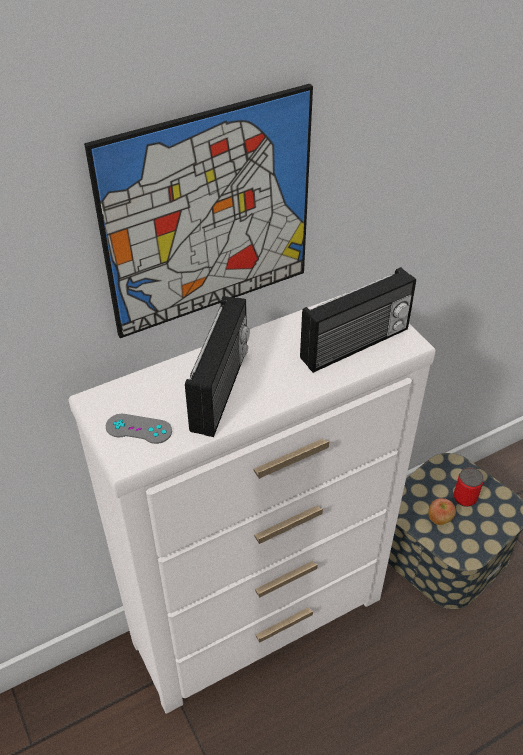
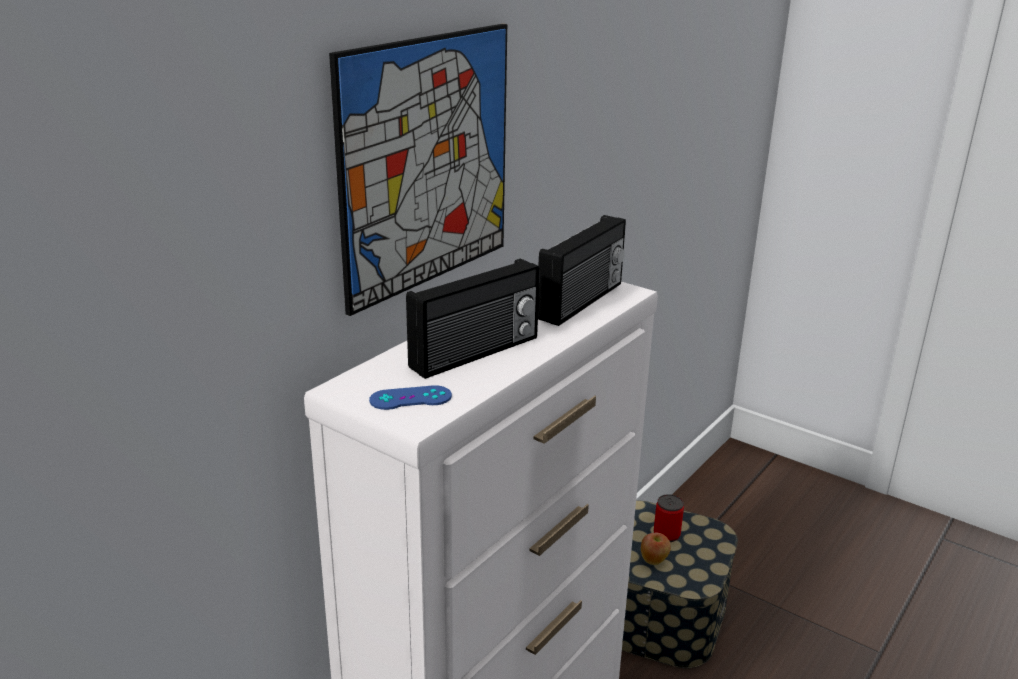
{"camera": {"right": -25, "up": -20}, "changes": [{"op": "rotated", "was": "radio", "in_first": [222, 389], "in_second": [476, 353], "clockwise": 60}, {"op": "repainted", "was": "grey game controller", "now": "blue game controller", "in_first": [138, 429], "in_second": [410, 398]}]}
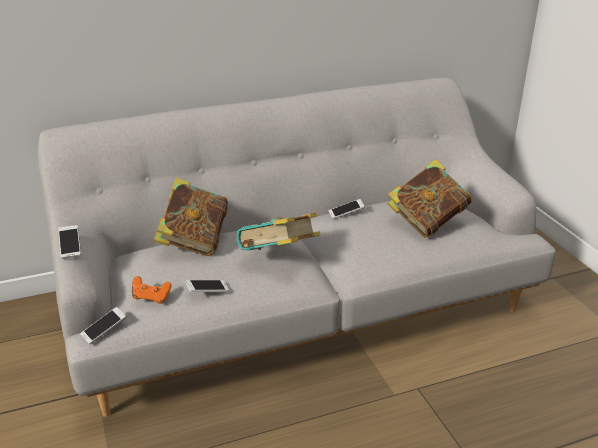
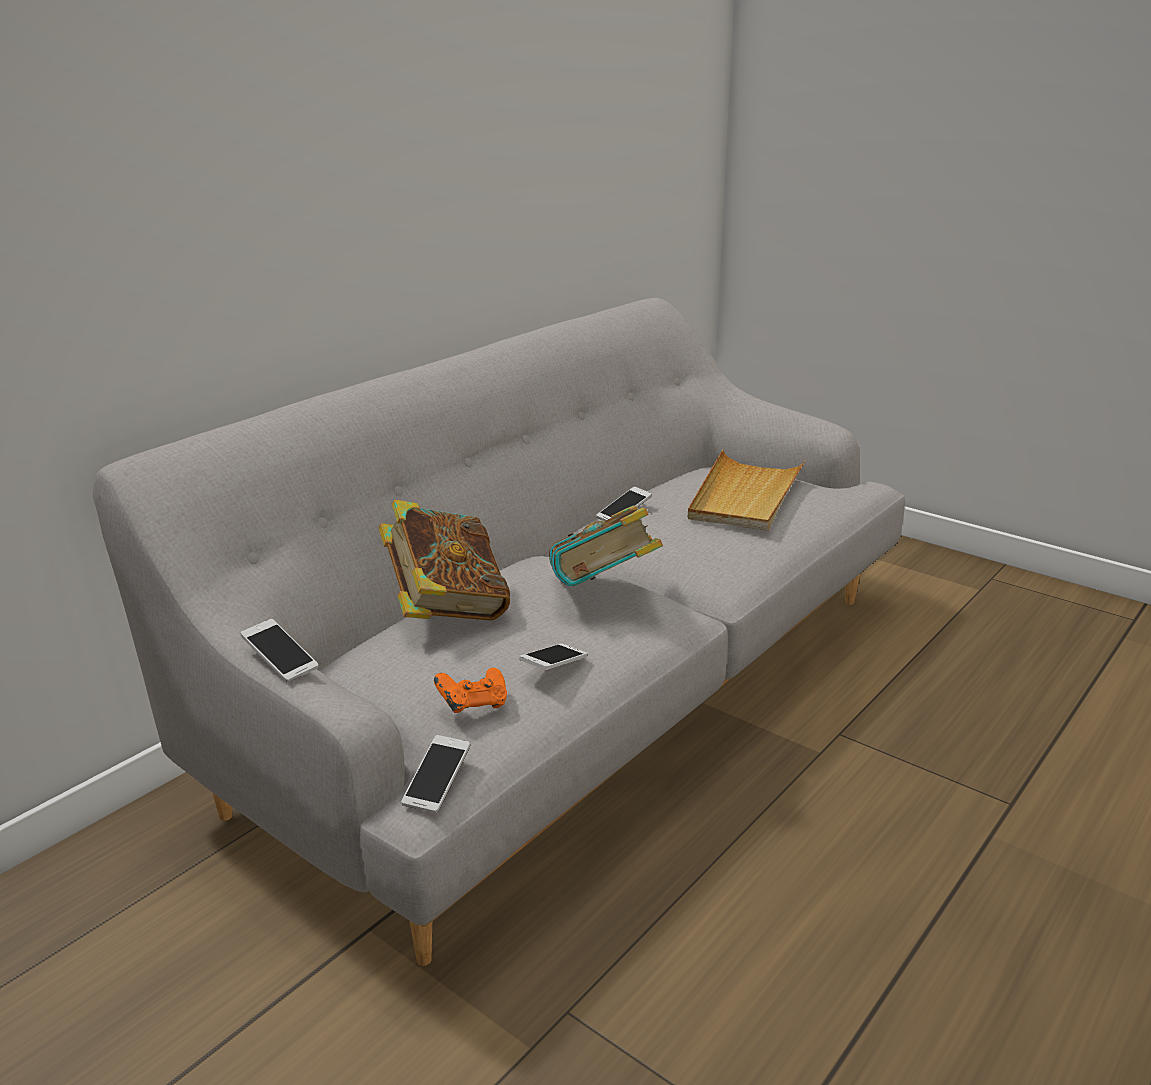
{"camera": {"right": -30, "up": -5}, "changes": [{"op": "swapped", "was": "book", "now": "beige tray", "in_first": [427, 222], "in_second": [745, 496]}]}
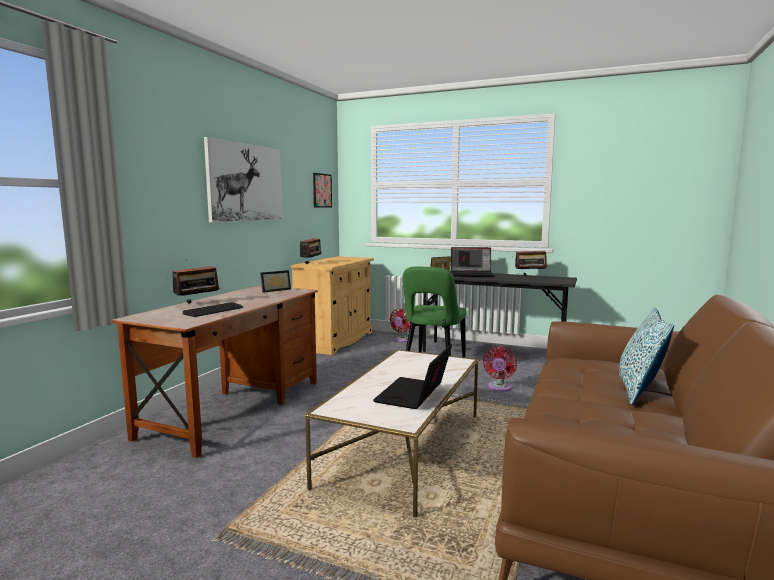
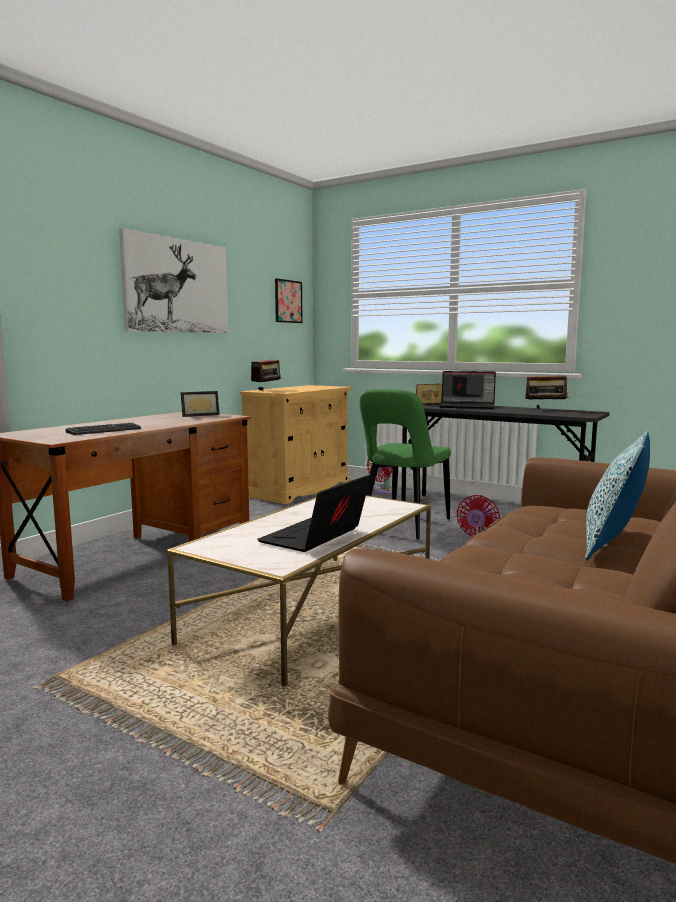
{"camera": {"right": 10, "up": 0}, "changes": [{"op": "gone", "was": "radio", "in_first": [198, 303]}]}
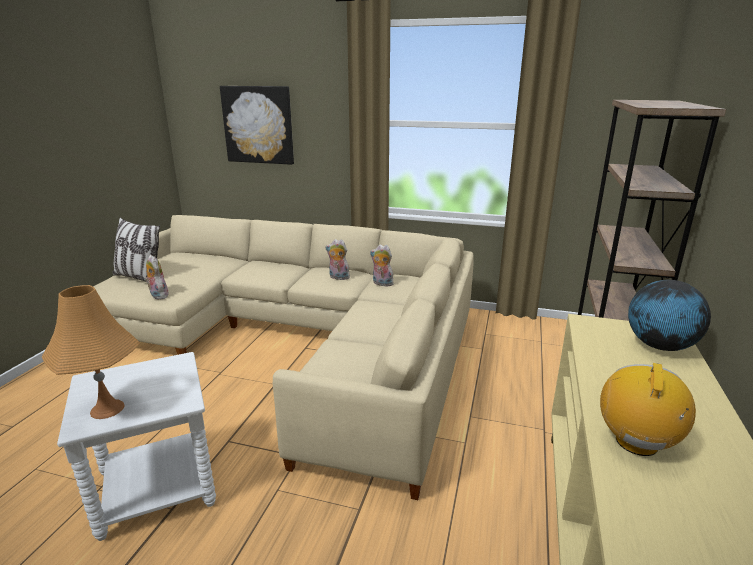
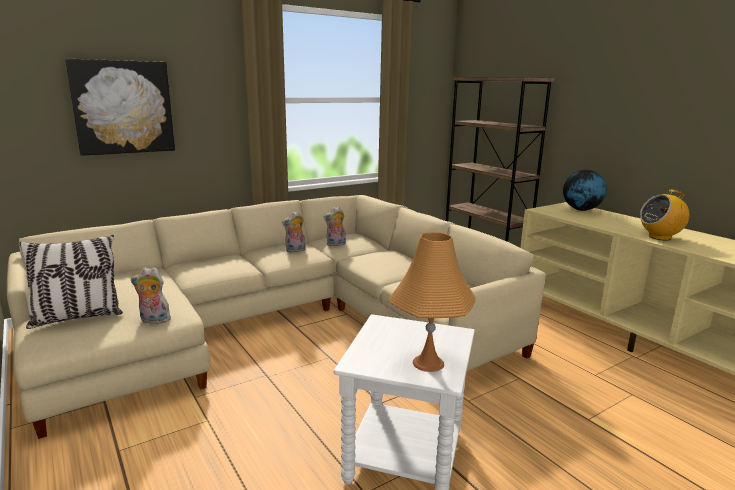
{"camera": {"right": -50, "up": -5}, "changes": [{"op": "rotated", "was": "radio", "in_first": [636, 443], "in_second": [660, 237], "clockwise": -75}]}
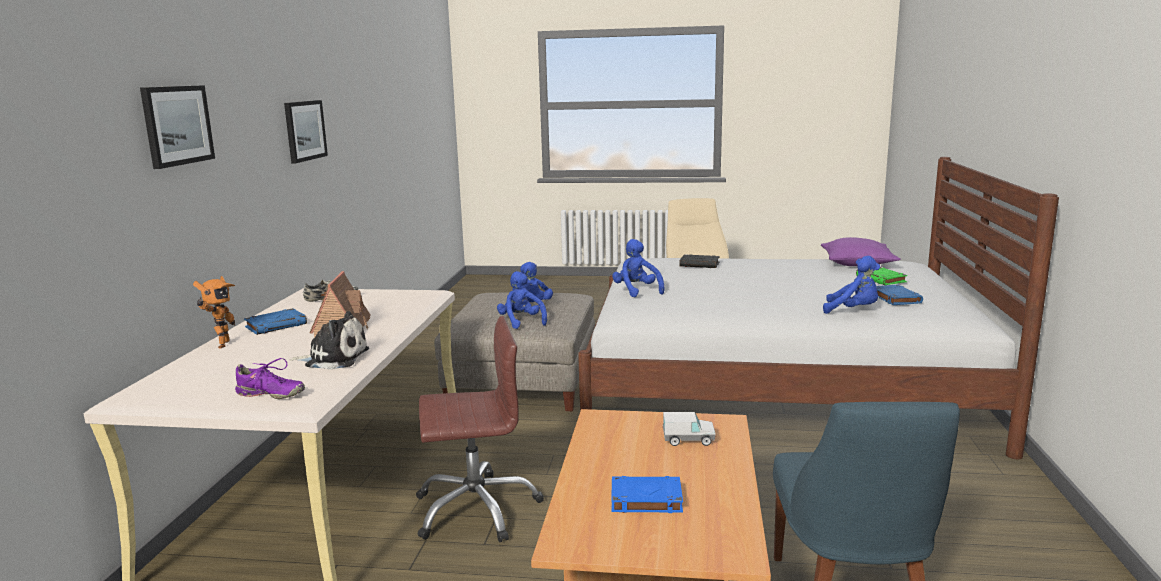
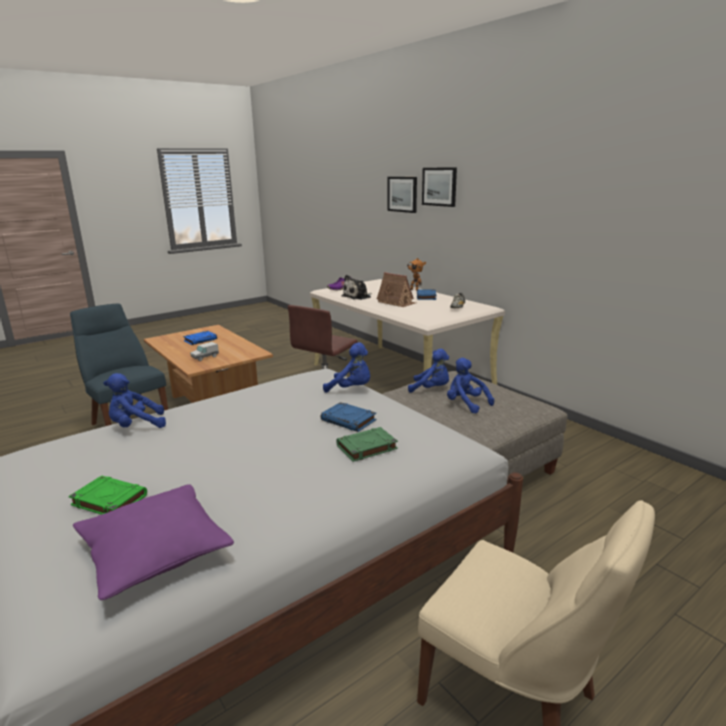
{"camera": {"right": 135, "up": 5}, "changes": [{"op": "shifted", "was": "picture", "in_first": [304, 130], "in_second": [402, 194]}, {"op": "repainted", "was": "black book", "now": "green book", "in_first": [700, 264], "in_second": [366, 448]}, {"op": "shifted", "was": "blue book", "in_first": [895, 298], "in_second": [349, 420]}]}
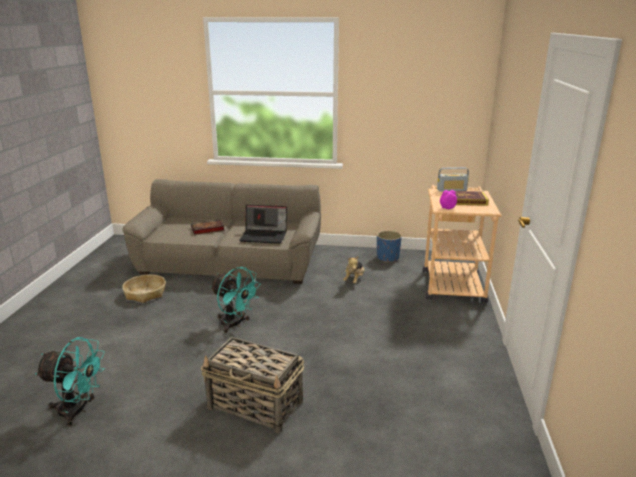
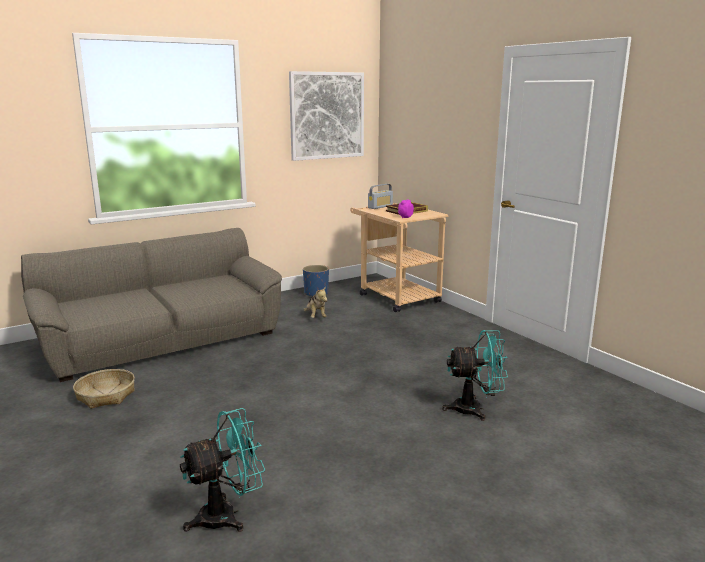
{"camera": {"right": -40, "up": -5}, "changes": [{"op": "gone", "was": "laptop", "in_first": [264, 236]}, {"op": "gone", "was": "book", "in_first": [207, 229]}, {"op": "shifted", "was": "turquoise fan", "in_first": [235, 324], "in_second": [475, 409]}, {"op": "gone", "was": "basket", "in_first": [256, 405]}, {"op": "new", "now": "picture", "in_second": [327, 115]}]}
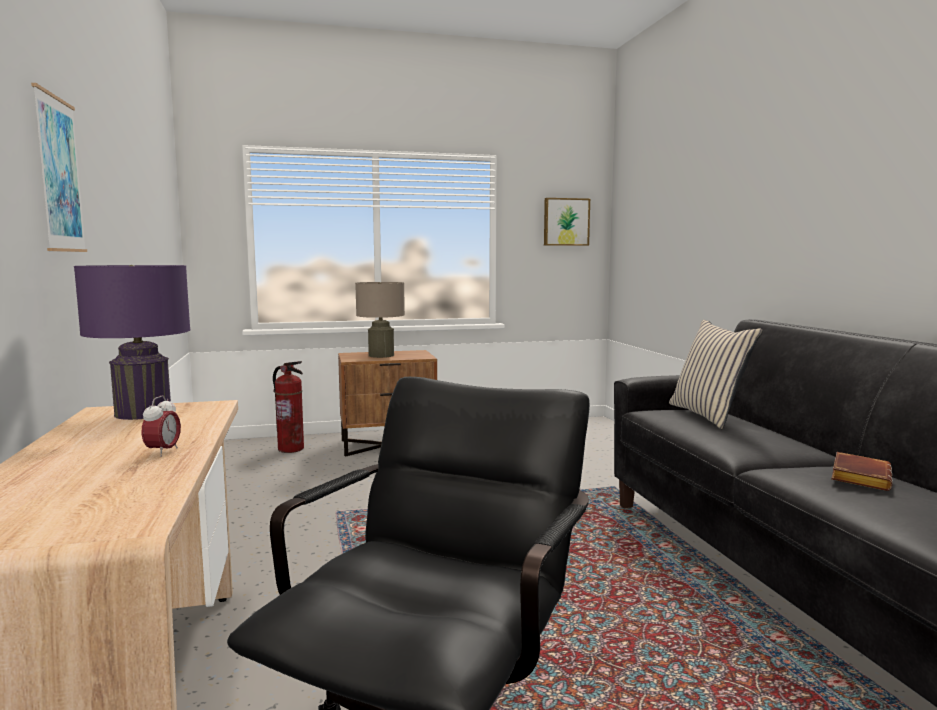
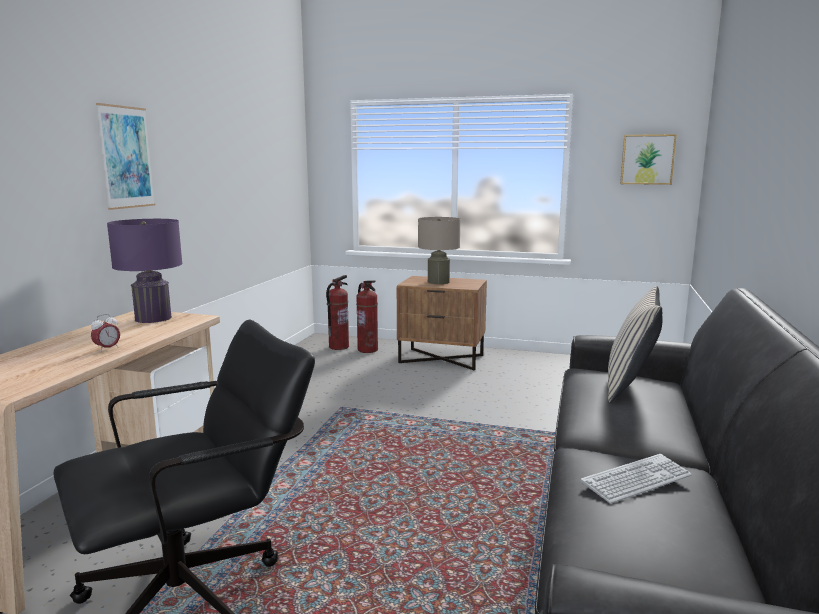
{"camera": {"right": 30, "up": 5}, "changes": [{"op": "swapped", "was": "brown book", "now": "keyboard", "in_first": [858, 477], "in_second": [636, 480]}, {"op": "new", "now": "fire extinguisher", "in_second": [339, 347]}]}
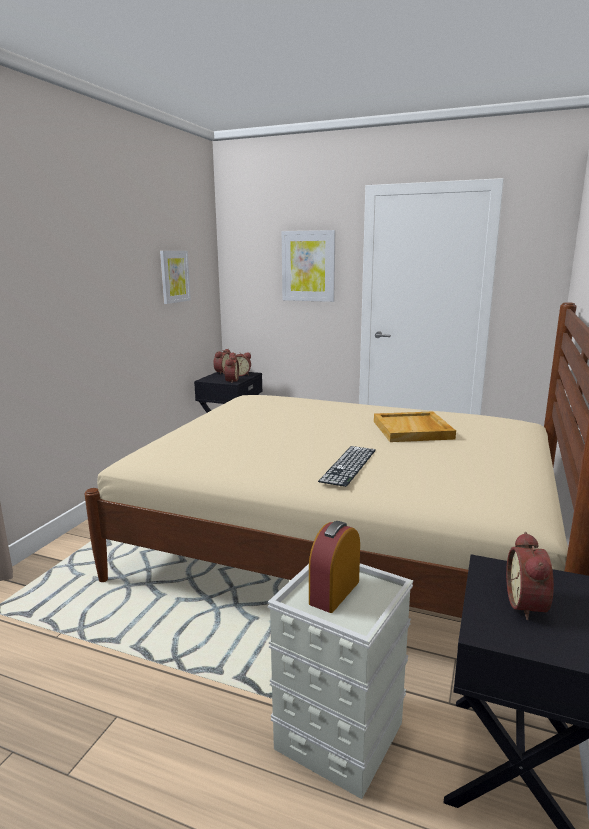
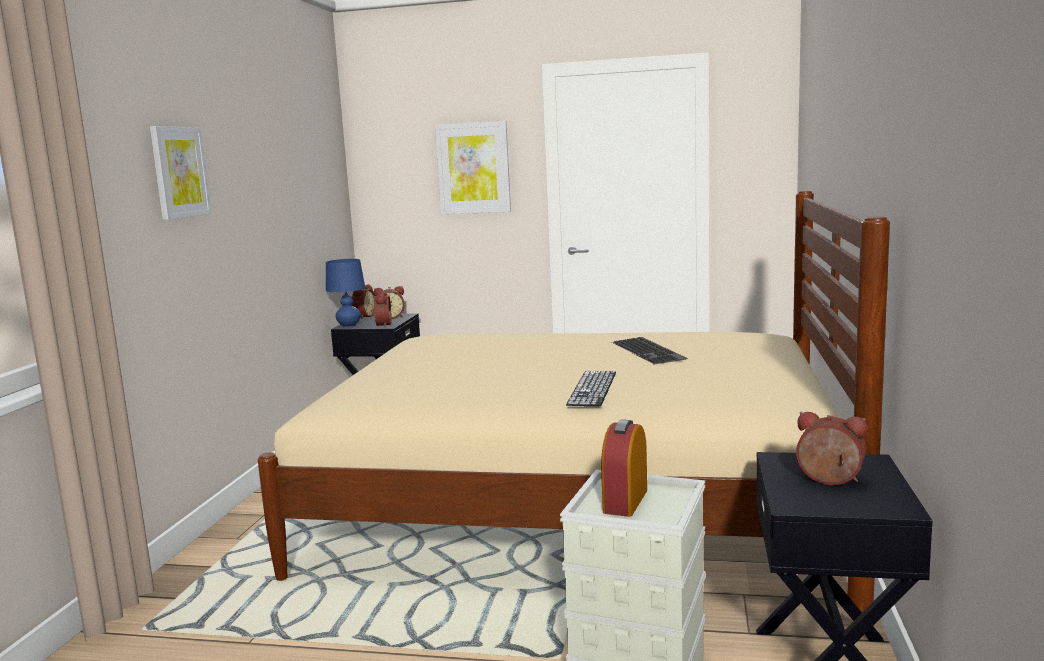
{"camera": {"right": -10, "up": -5}, "changes": [{"op": "shifted", "was": "picture", "in_first": [174, 276], "in_second": [179, 172]}, {"op": "swapped", "was": "beige tray", "now": "keyboard", "in_first": [413, 430], "in_second": [649, 351]}, {"op": "rotated", "was": "alarm clock", "in_first": [529, 605], "in_second": [829, 481], "clockwise": 120}, {"op": "new", "now": "blue table lamp", "in_second": [349, 325]}]}
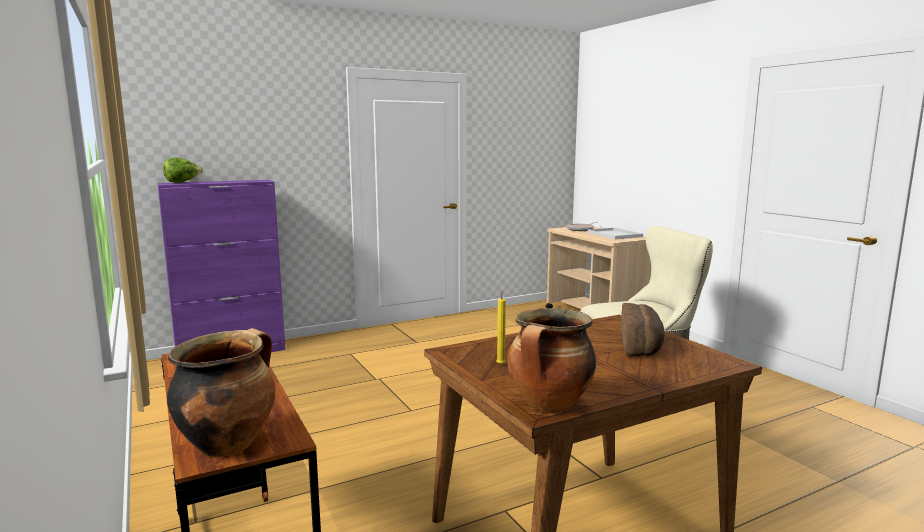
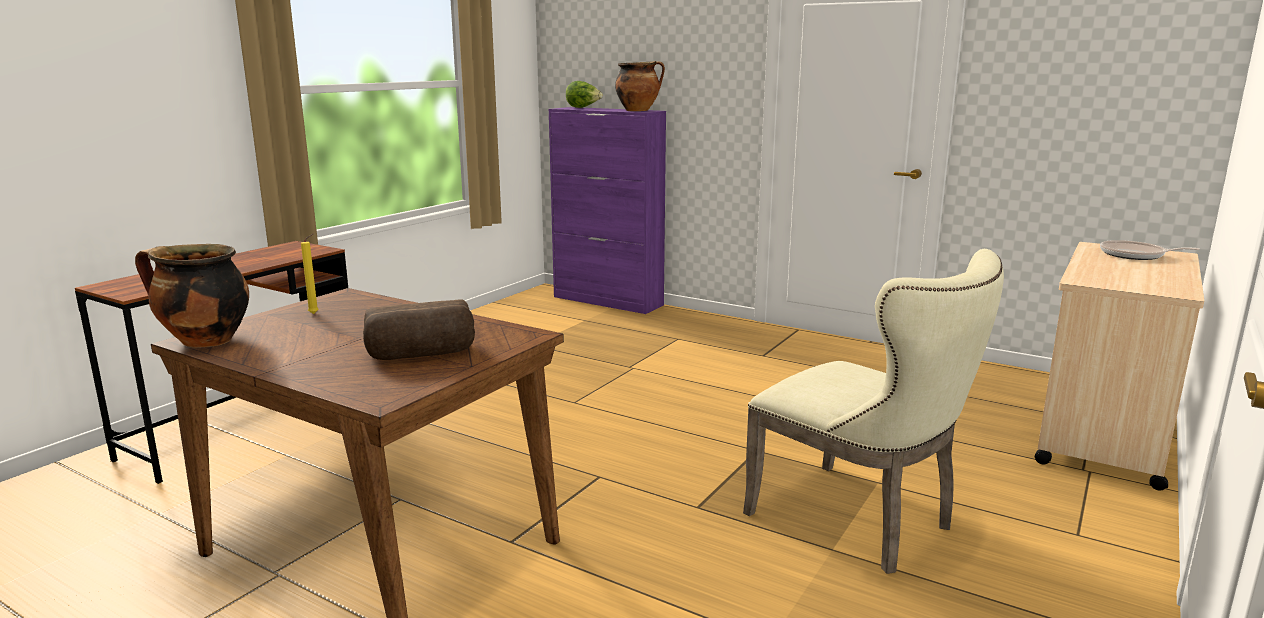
{"camera": {"right": 60, "up": 5}, "changes": [{"op": "gone", "was": "white tray", "in_first": [613, 234]}, {"op": "shifted", "was": "cooking pot", "in_first": [228, 443], "in_second": [638, 110]}]}
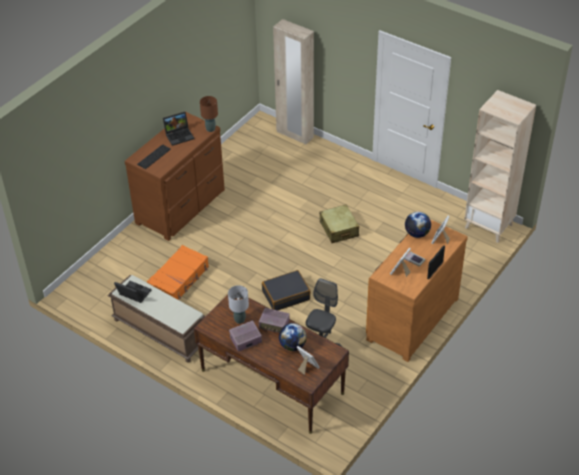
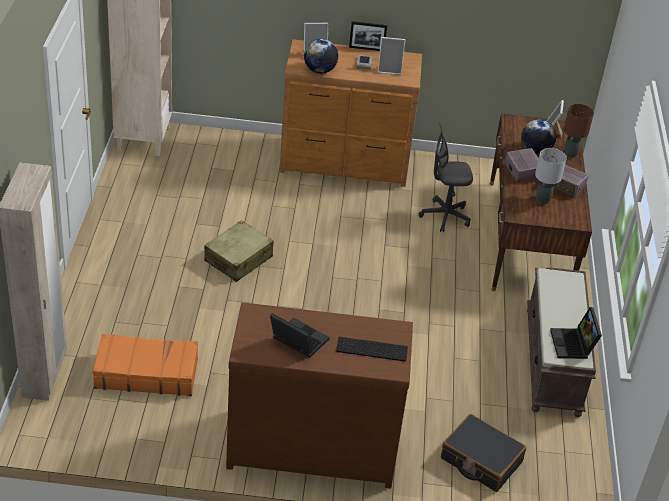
{"camera": {"right": -125, "up": -5}, "changes": [{"op": "shifted", "was": "brown table lamp", "in_first": [210, 129], "in_second": [570, 154]}, {"op": "shifted", "was": "orange suitcase", "in_first": [179, 279], "in_second": [146, 373]}, {"op": "shifted", "was": "black suitcase", "in_first": [286, 295], "in_second": [481, 460]}]}
